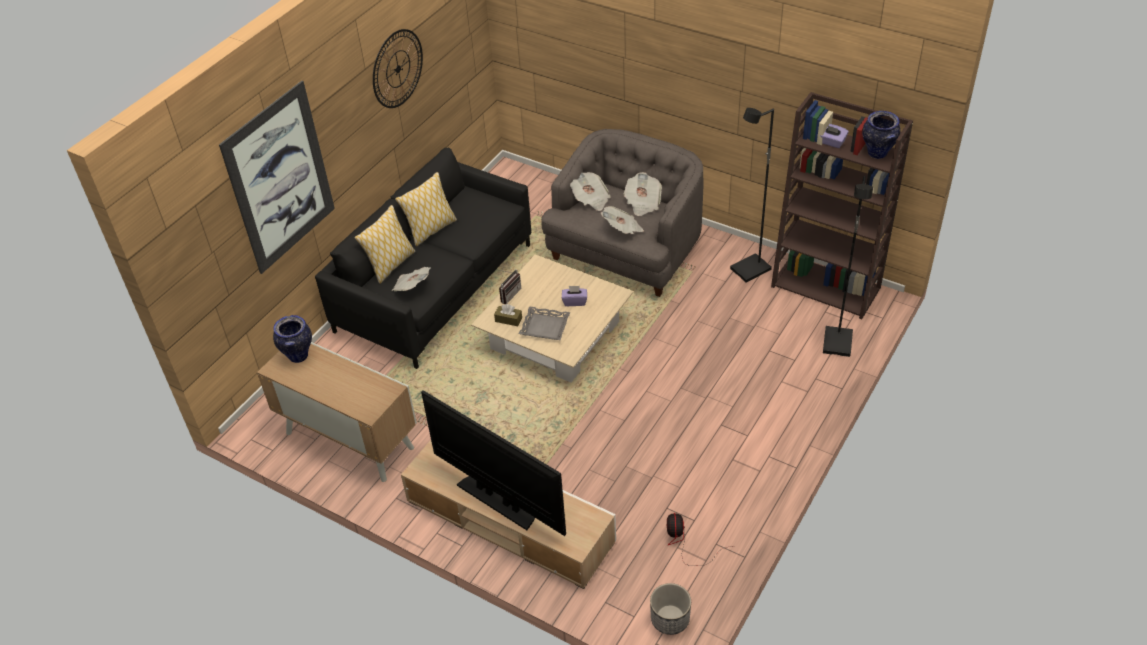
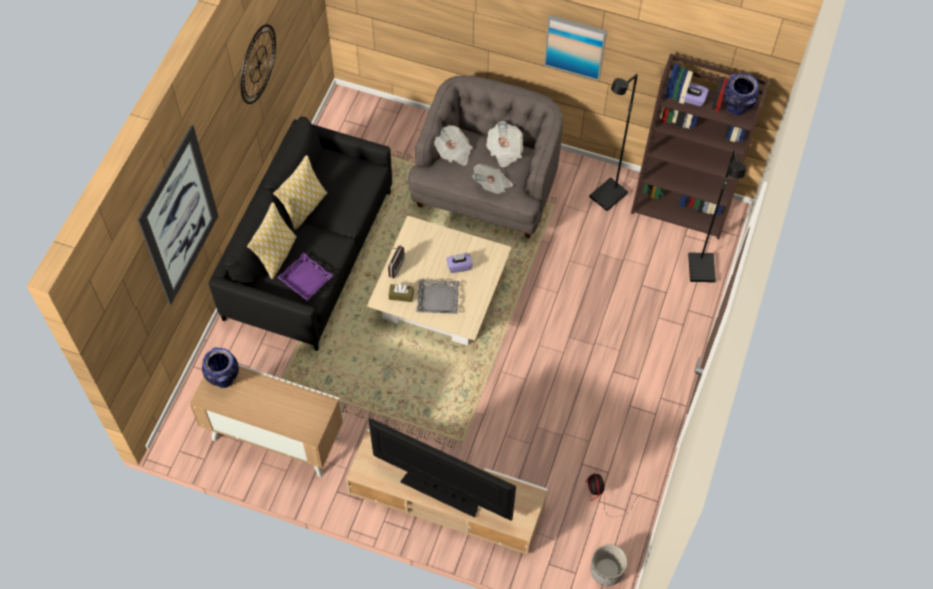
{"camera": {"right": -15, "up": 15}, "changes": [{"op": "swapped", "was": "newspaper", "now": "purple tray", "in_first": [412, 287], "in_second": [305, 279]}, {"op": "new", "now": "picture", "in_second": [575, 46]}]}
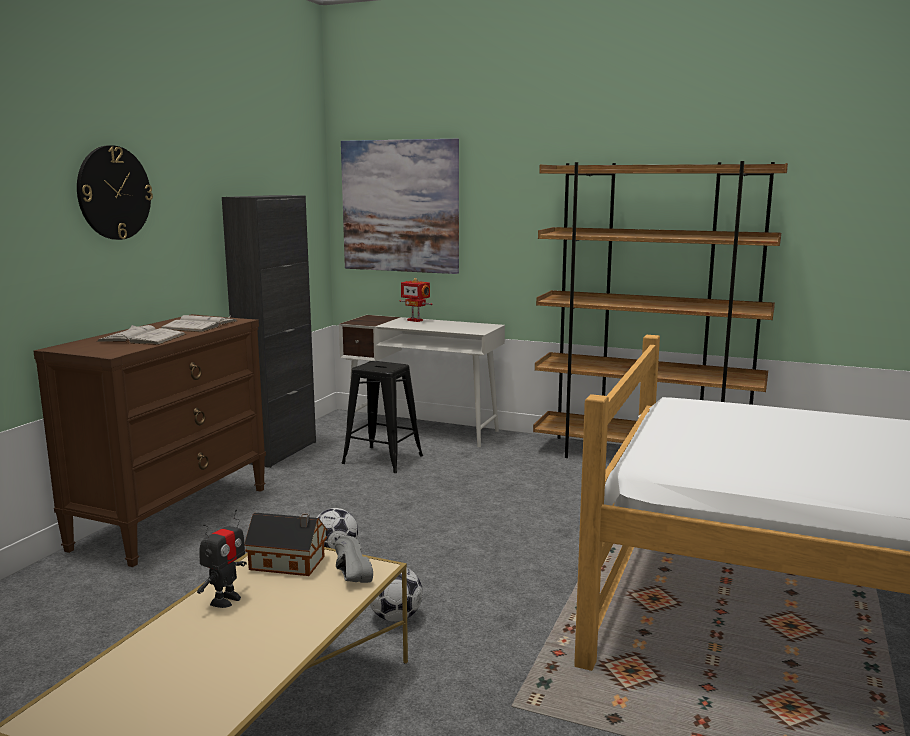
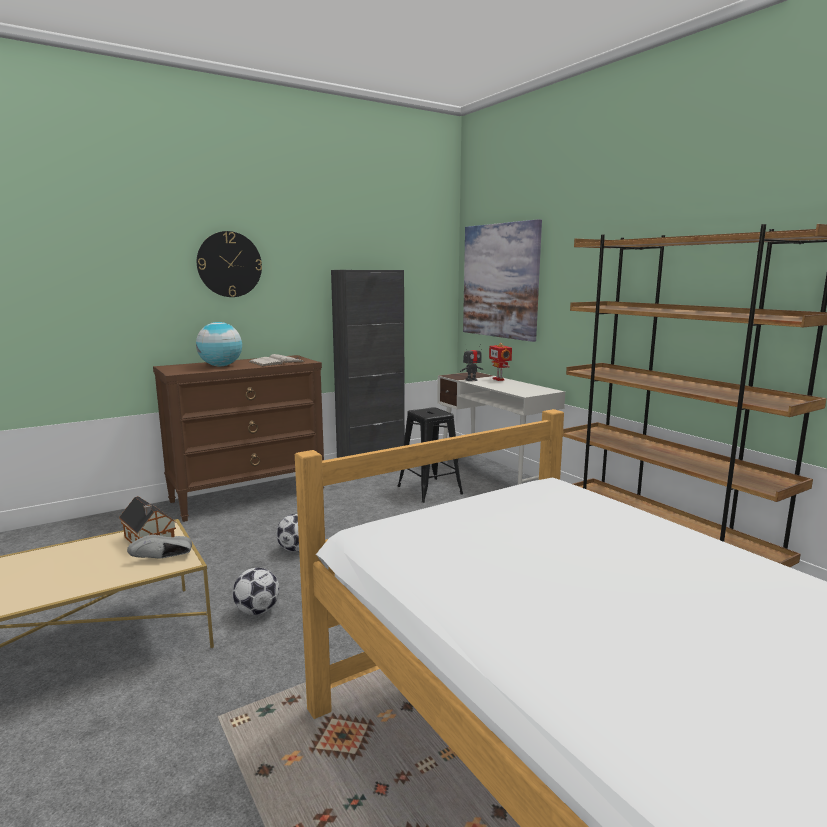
{"camera": {"right": 35, "up": 0}, "changes": [{"op": "swapped", "was": "white book", "now": "globe", "in_first": [142, 338], "in_second": [221, 366]}, {"op": "shifted", "was": "toy robot", "in_first": [225, 600], "in_second": [471, 380]}, {"op": "rotated", "was": "grey shoe", "in_first": [347, 572], "in_second": [163, 558], "clockwise": -120}]}
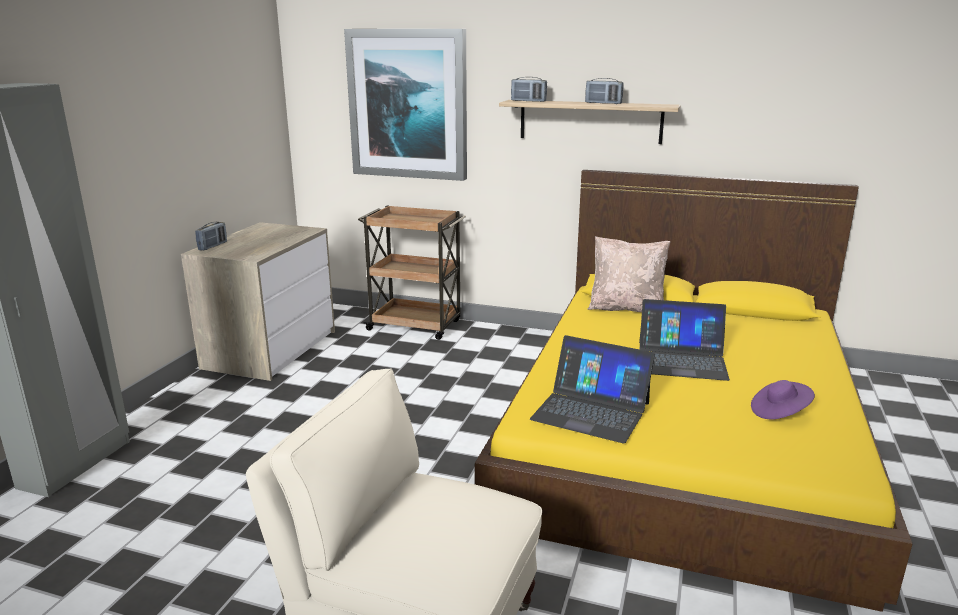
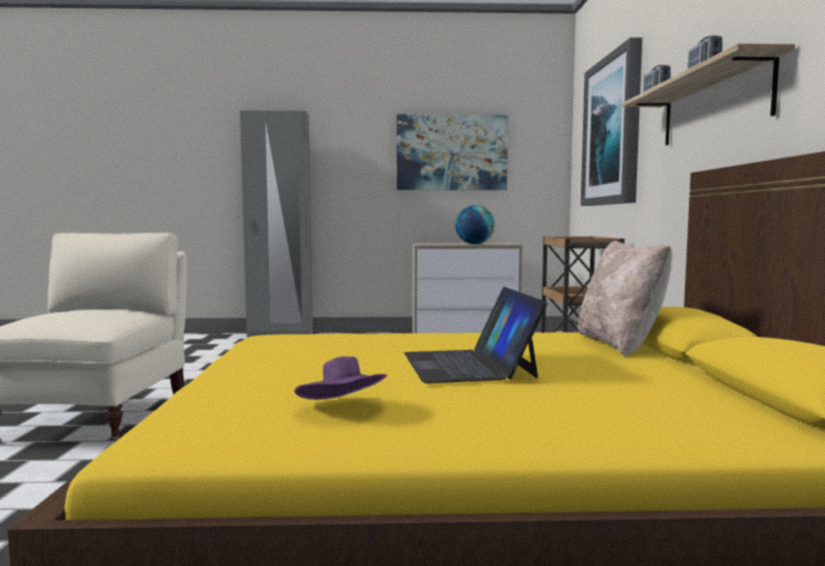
{"camera": {"right": 70, "up": -15}, "changes": [{"op": "gone", "was": "radio", "in_first": [213, 246]}, {"op": "gone", "was": "laptop", "in_first": [591, 411]}, {"op": "new", "now": "picture", "in_second": [451, 153]}, {"op": "new", "now": "globe", "in_second": [474, 244]}]}
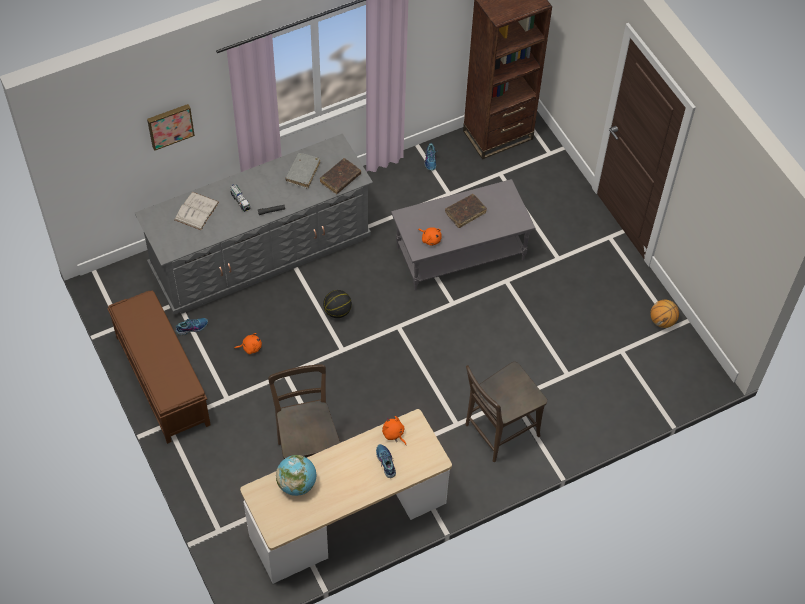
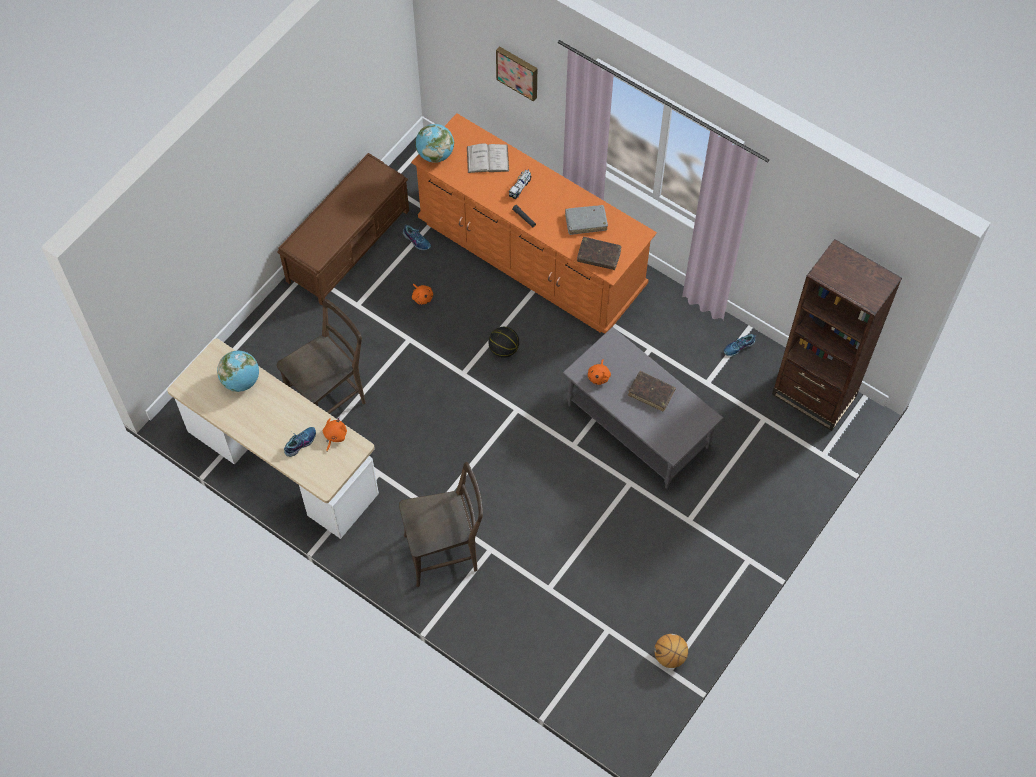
{"camera": {"right": 65, "up": 5}, "changes": [{"op": "repainted", "was": "grey dresser", "now": "orange dresser", "in_first": [260, 254], "in_second": [531, 255]}, {"op": "rotated", "was": "brown chair", "in_first": [498, 432], "in_second": [445, 552], "clockwise": 135}, {"op": "new", "now": "globe", "in_second": [435, 154]}]}
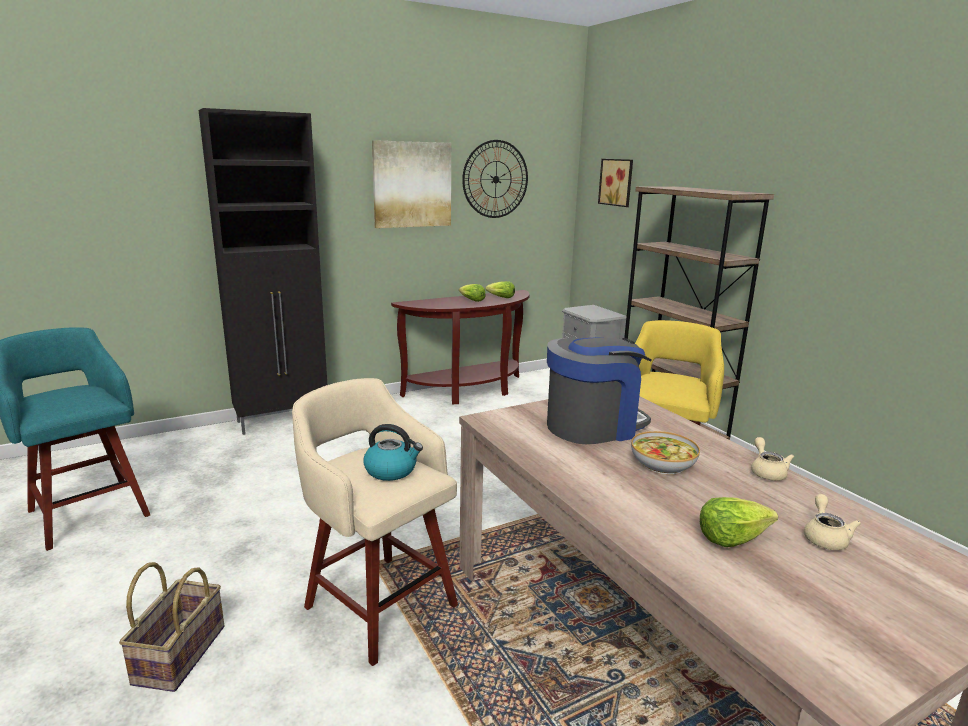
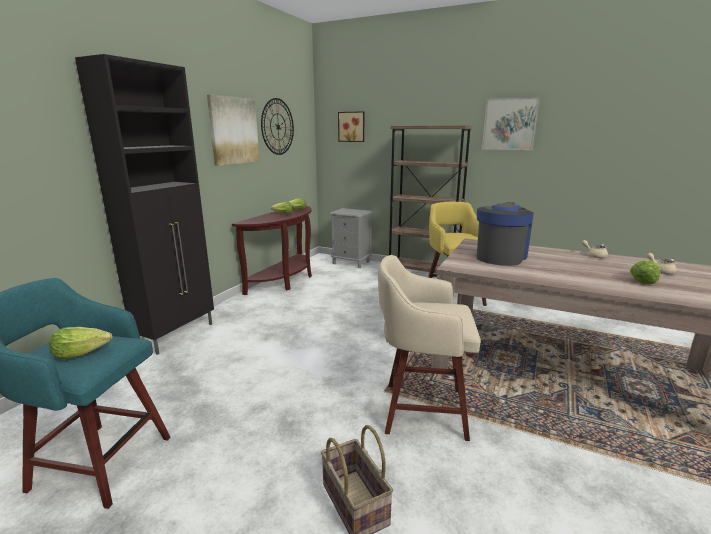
{"camera": {"right": -35, "up": 0}, "changes": [{"op": "gone", "was": "kettle", "in_first": [391, 470]}, {"op": "gone", "was": "bowl", "in_first": [662, 463]}, {"op": "new", "now": "picture", "in_second": [509, 124]}, {"op": "new", "now": "lettuce", "in_second": [82, 353]}]}
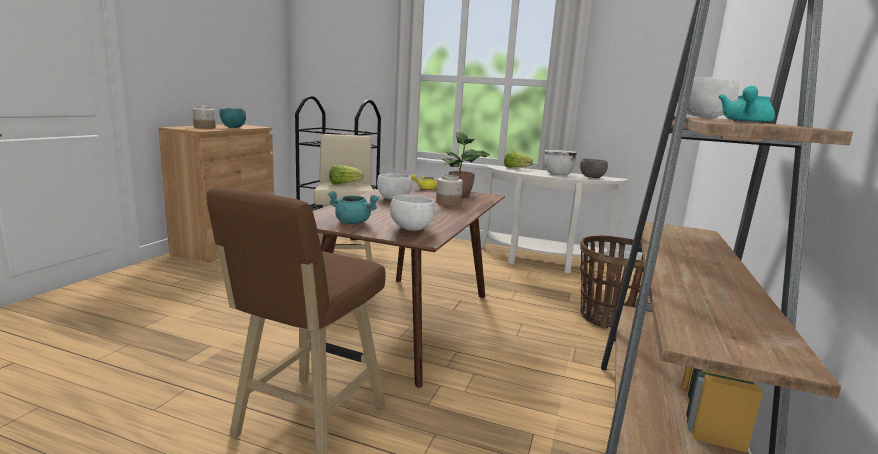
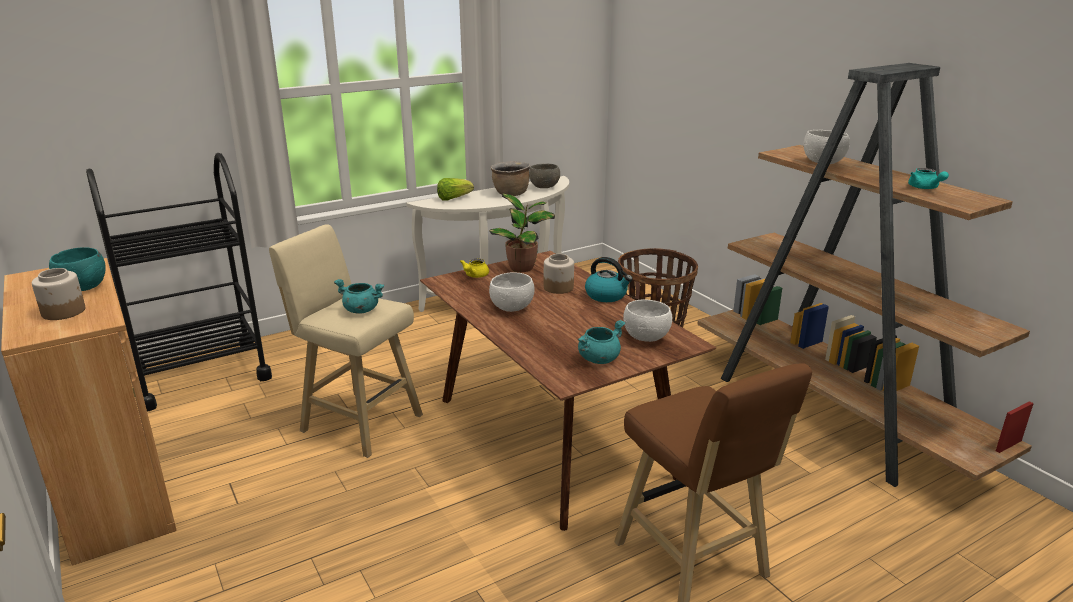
{"camera": {"right": -50, "up": 10}, "changes": [{"op": "repainted", "was": "white cooking pot", "now": "brown cooking pot", "in_first": [557, 174], "in_second": [510, 194]}, {"op": "swapped", "was": "lettuce", "now": "turquoise cooking pot", "in_first": [344, 184], "in_second": [361, 310]}, {"op": "new", "now": "kettle", "in_second": [607, 295]}]}
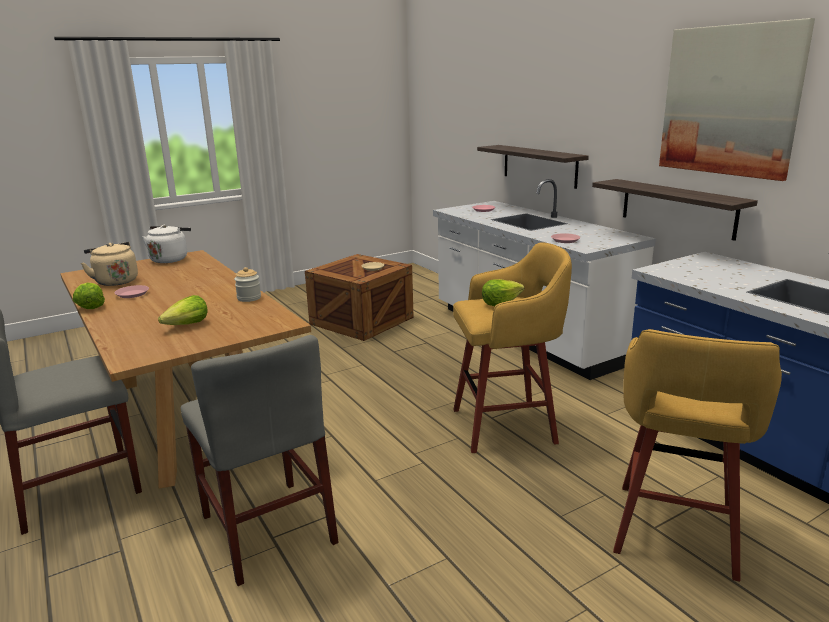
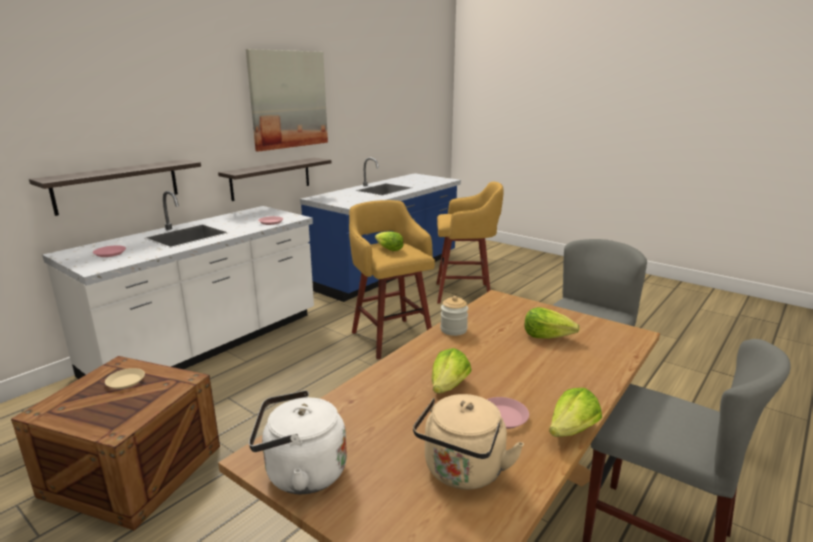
{"camera": {"right": -110, "up": 0}, "changes": [{"op": "new", "now": "lettuce", "in_second": [449, 387]}]}
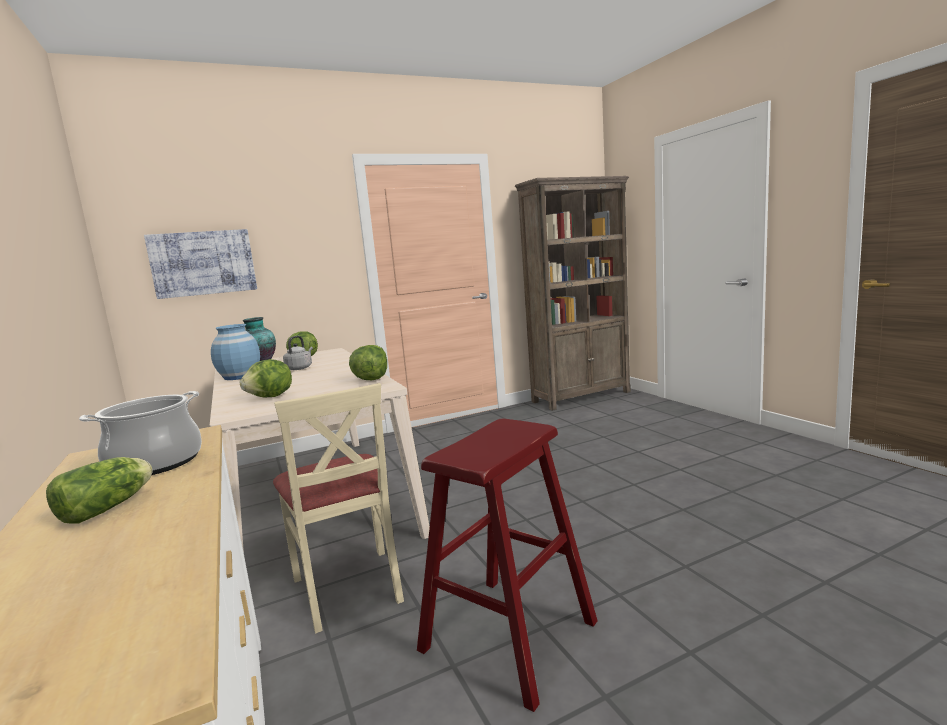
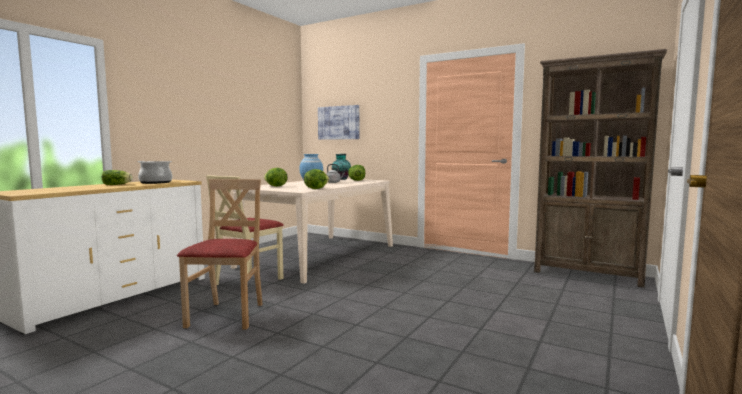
{"camera": {"right": 55, "up": -5}, "changes": [{"op": "swapped", "was": "red stool", "now": "beige chair", "in_first": [509, 635], "in_second": [227, 315]}]}
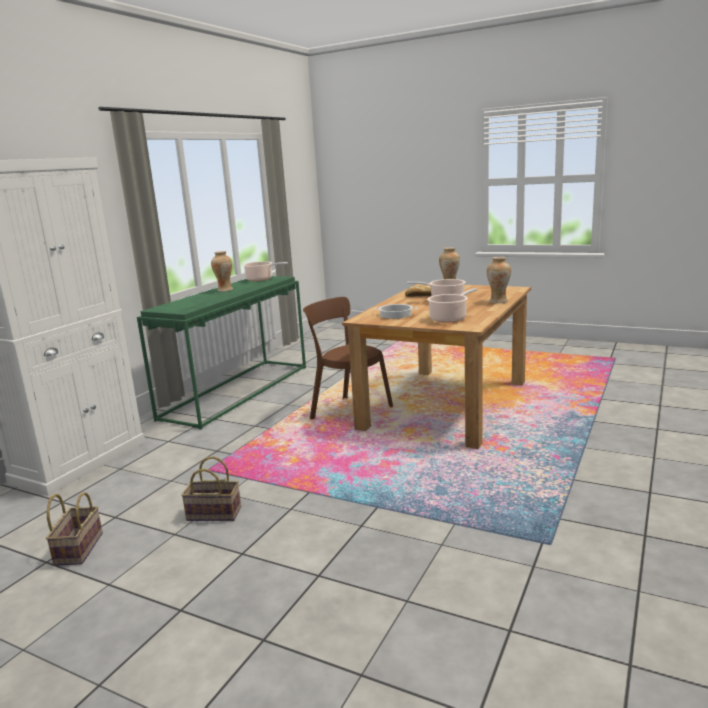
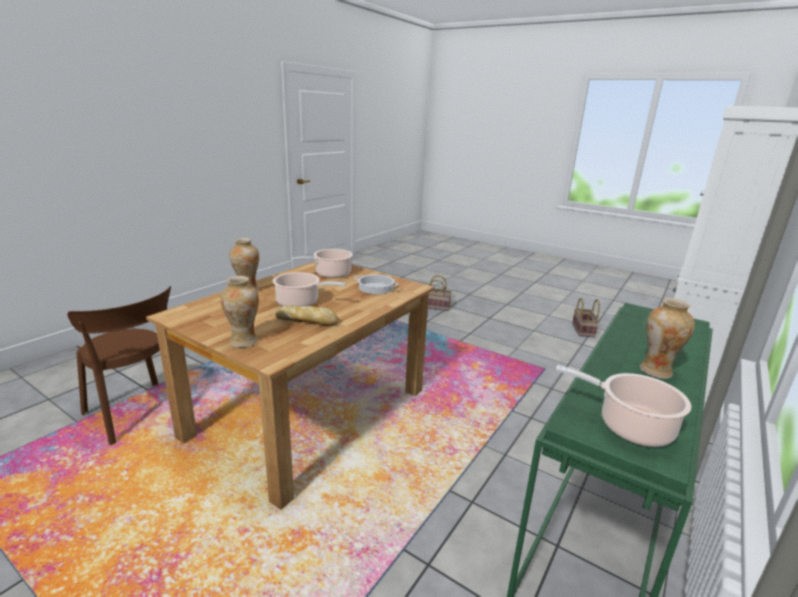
{"camera": {"right": -175, "up": 5}, "changes": [{"op": "shifted", "was": "brown chair", "in_first": [348, 412], "in_second": [138, 413]}, {"op": "shifted", "was": "basket", "in_first": [212, 514], "in_second": [436, 306]}]}
